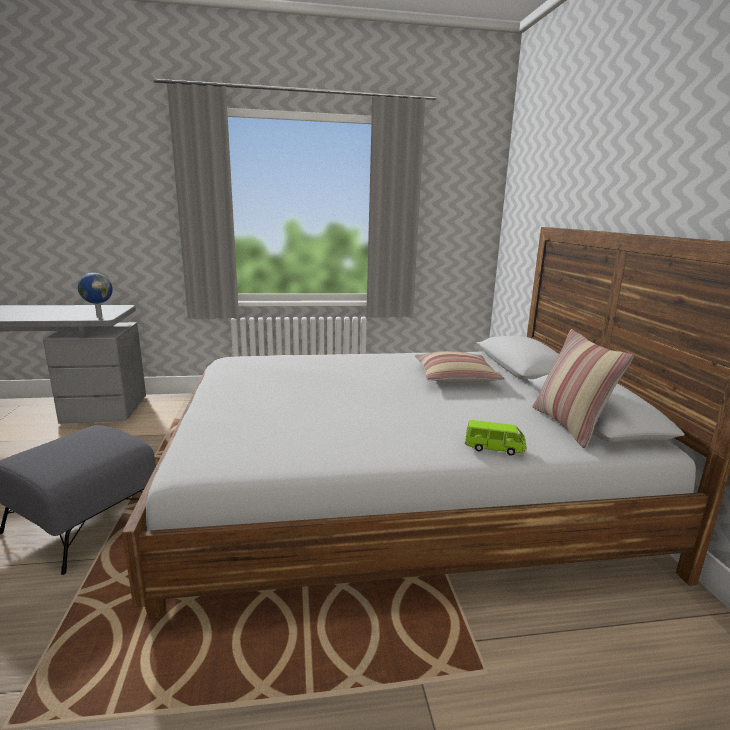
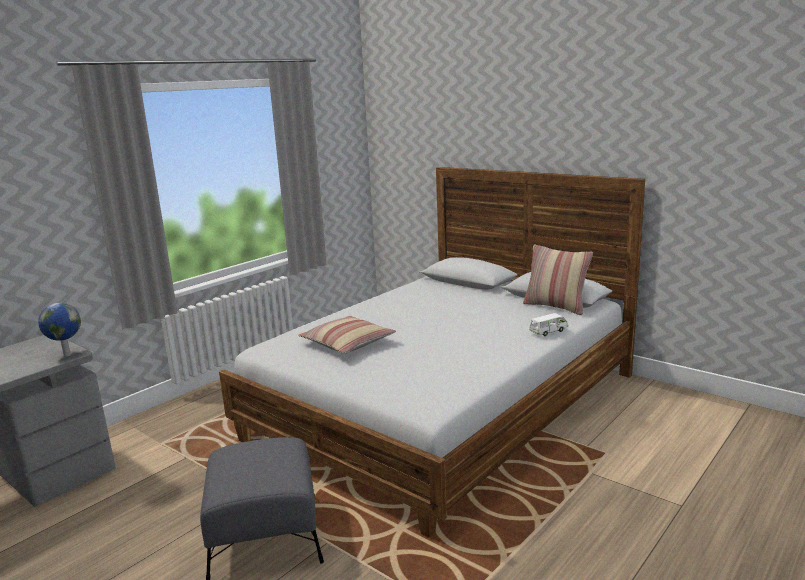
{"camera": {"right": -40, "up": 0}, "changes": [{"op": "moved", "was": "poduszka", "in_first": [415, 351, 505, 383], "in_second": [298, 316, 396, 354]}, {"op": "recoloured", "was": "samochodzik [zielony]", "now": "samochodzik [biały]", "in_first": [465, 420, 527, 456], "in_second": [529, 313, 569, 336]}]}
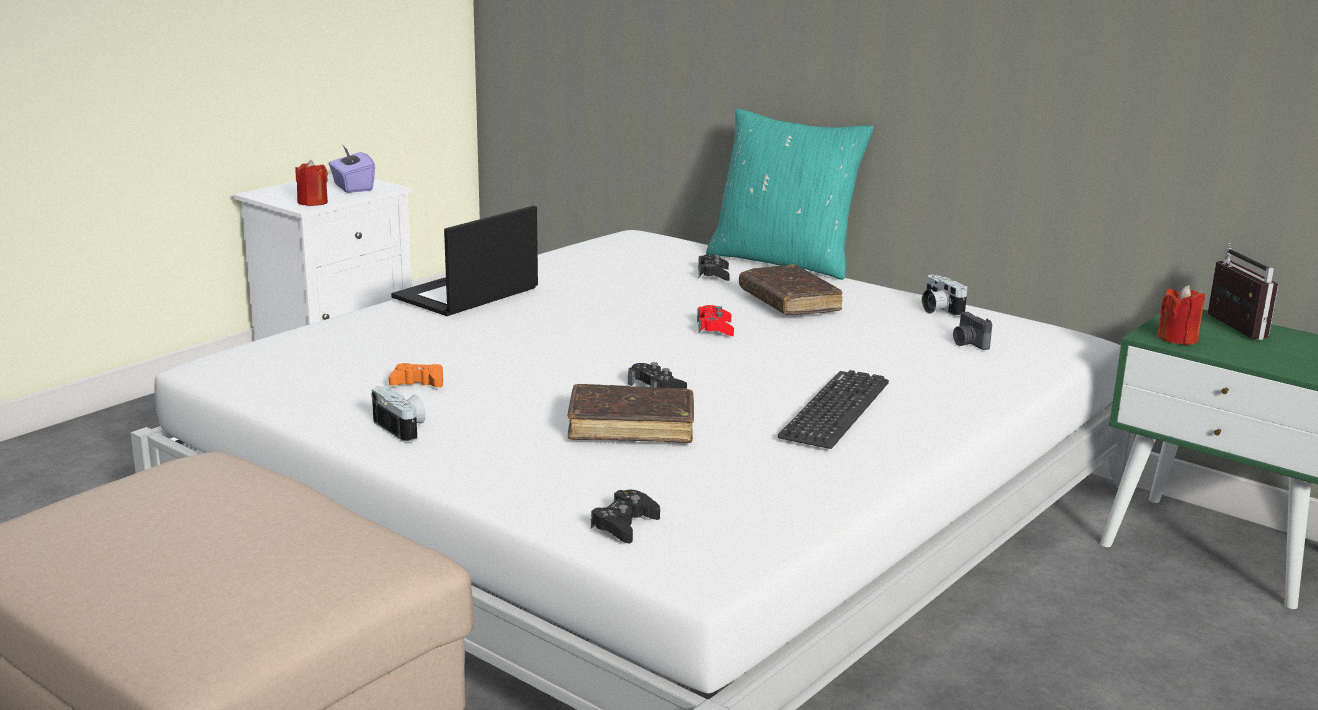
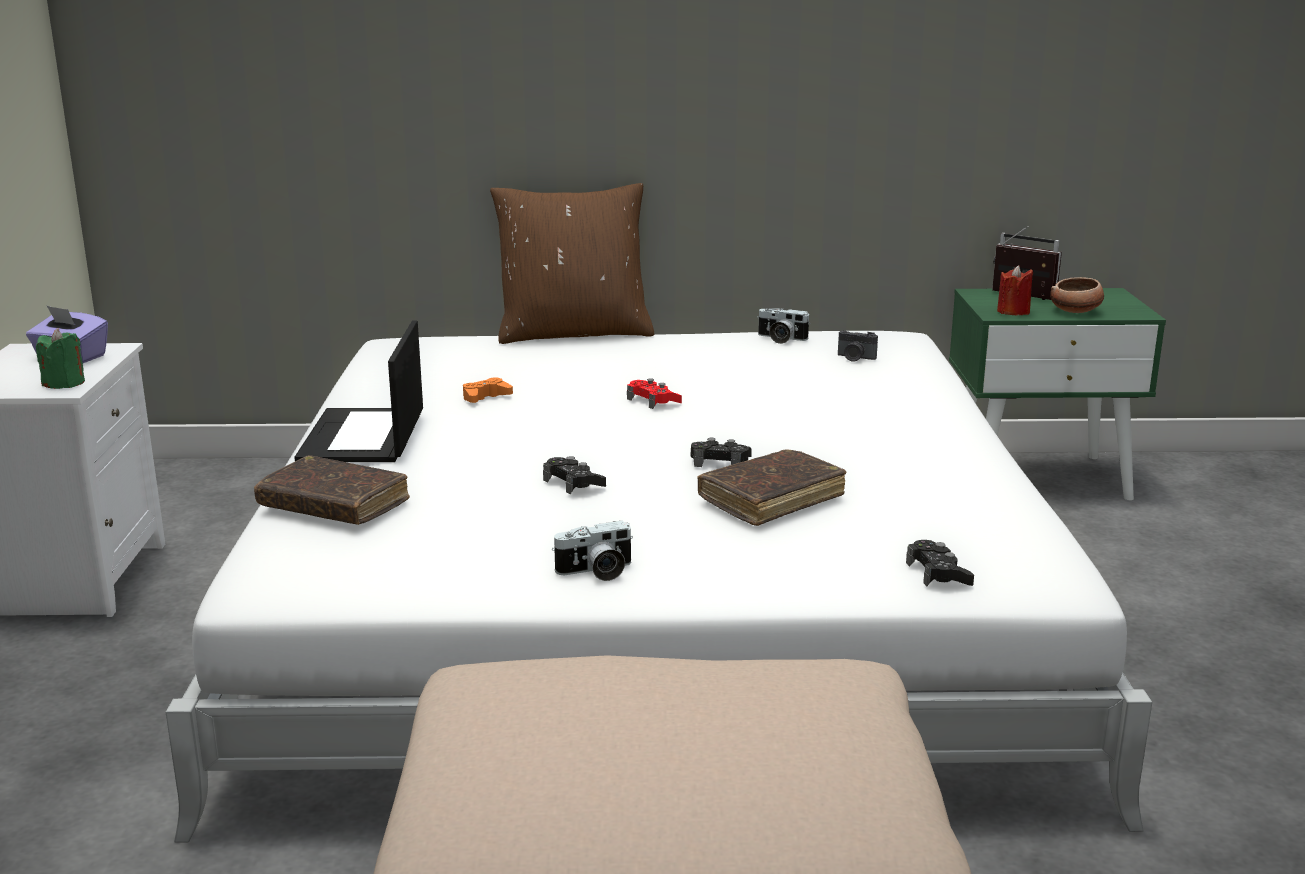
{"camera": {"right": -40, "up": 0}, "changes": [{"op": "recoloured", "was": "poduszka [turkusowy]", "now": "poduszka [brązowy]", "in_first": [706, 109, 874, 280], "in_second": [490, 183, 654, 344]}, {"op": "recoloured", "was": "świeca [czerwony]", "now": "świeca [zielony]", "in_first": [295, 160, 328, 206], "in_second": [36, 328, 85, 389]}, {"op": "moved", "was": "pad do gier [czarny]", "in_first": [698, 254, 730, 281], "in_second": [543, 456, 606, 495]}, {"op": "moved", "was": "książka [brązowy]", "in_first": [739, 264, 842, 315], "in_second": [254, 455, 410, 525]}, {"op": "moved", "was": "pad do gier [pomarańczowy]", "in_first": [389, 363, 443, 387], "in_second": [463, 377, 513, 403]}, {"op": "removed", "was": "klawiatura", "in_first": [778, 370, 889, 449]}, {"op": "turned", "was": "aparat fotograficzny", "in_first": [371, 385, 426, 443], "in_second": [552, 521, 633, 581], "clockwise": 150}, {"op": "added", "now": "miska", "in_second": [1050, 277, 1104, 313]}]}
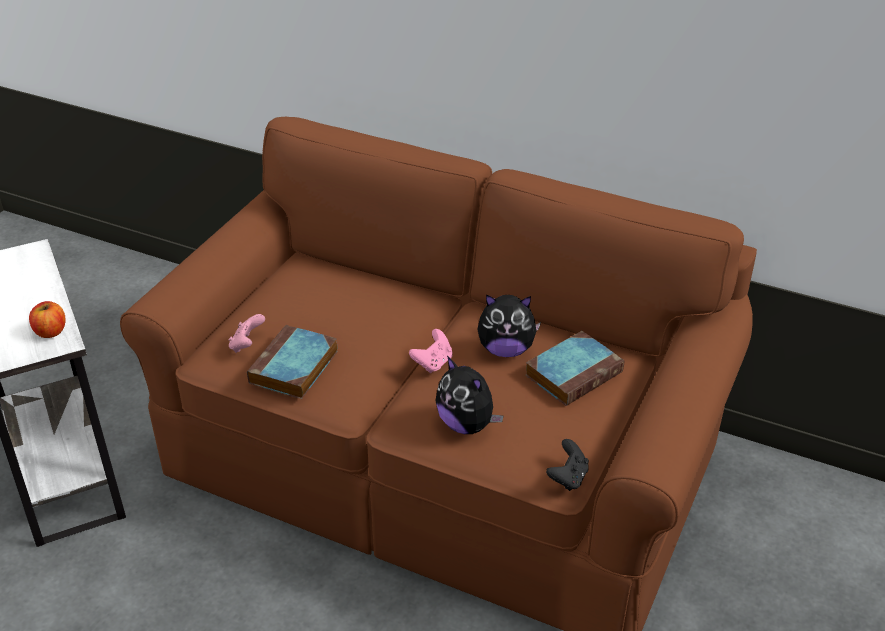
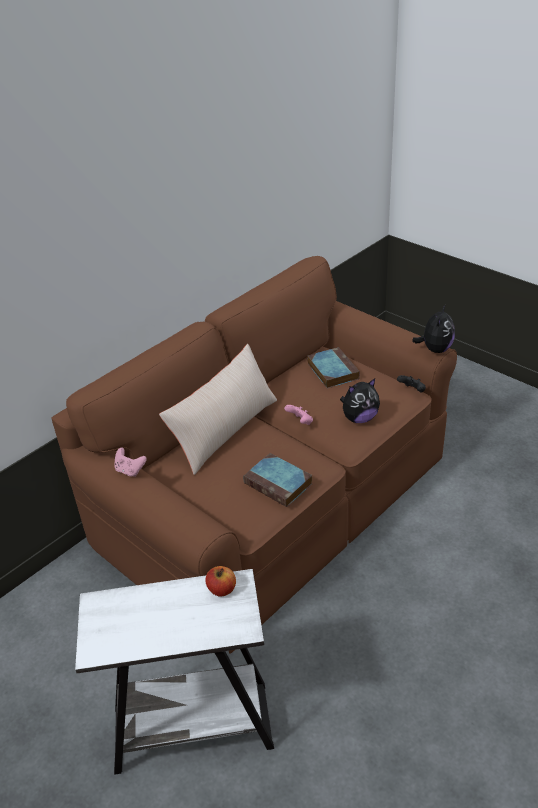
{"camera": {"right": -70, "up": 0}, "changes": [{"op": "moved", "was": "pluszak", "in_first": [477, 294, 541, 357], "in_second": [412, 304, 455, 353]}, {"op": "moved", "was": "pad do gier [różowy]", "in_first": [228, 314, 265, 353], "in_second": [114, 447, 147, 477]}, {"op": "added", "now": "poduszka [beżowy]", "in_second": [159, 344, 277, 475]}]}
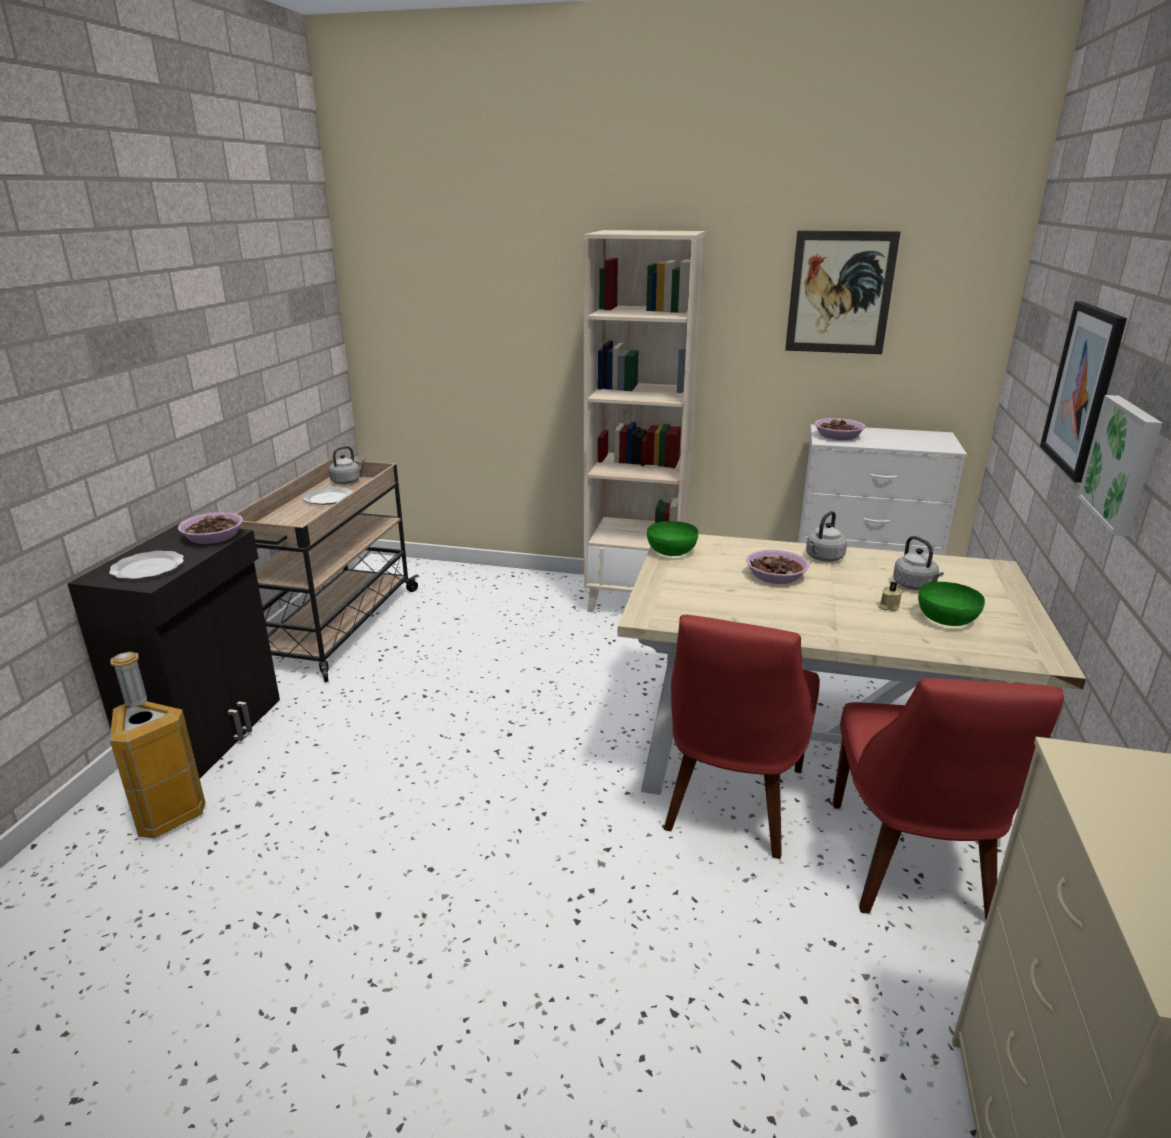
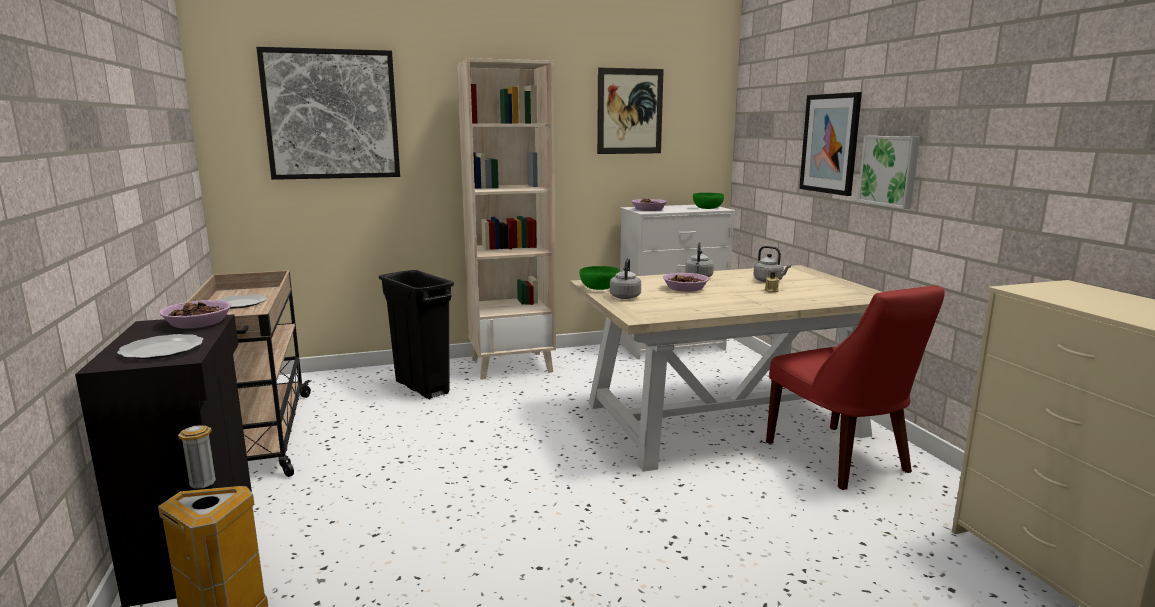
{"camera": {"right": -30, "up": -10}, "changes": [{"op": "moved", "was": "czajnik [szary]", "in_first": [329, 446, 365, 484], "in_second": [610, 258, 641, 299]}, {"op": "moved", "was": "miska [zielony]", "in_first": [918, 582, 985, 626], "in_second": [693, 193, 724, 209]}, {"op": "removed", "was": "krzesło [czerwony]", "in_first": [664, 615, 820, 859]}, {"op": "added", "now": "obraz", "in_second": [256, 47, 400, 180]}, {"op": "added", "now": "kosz na śmieci [czarny]", "in_second": [379, 270, 454, 399]}]}
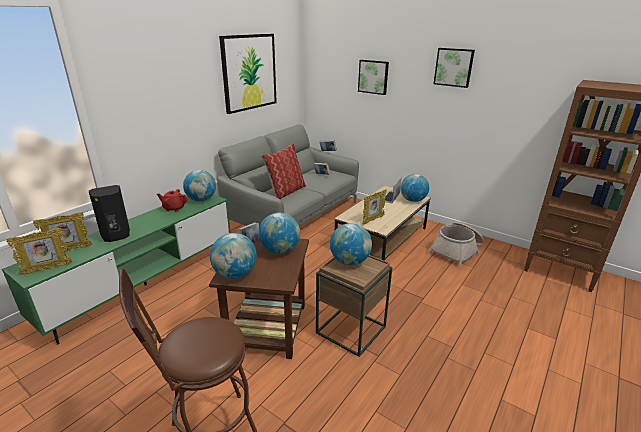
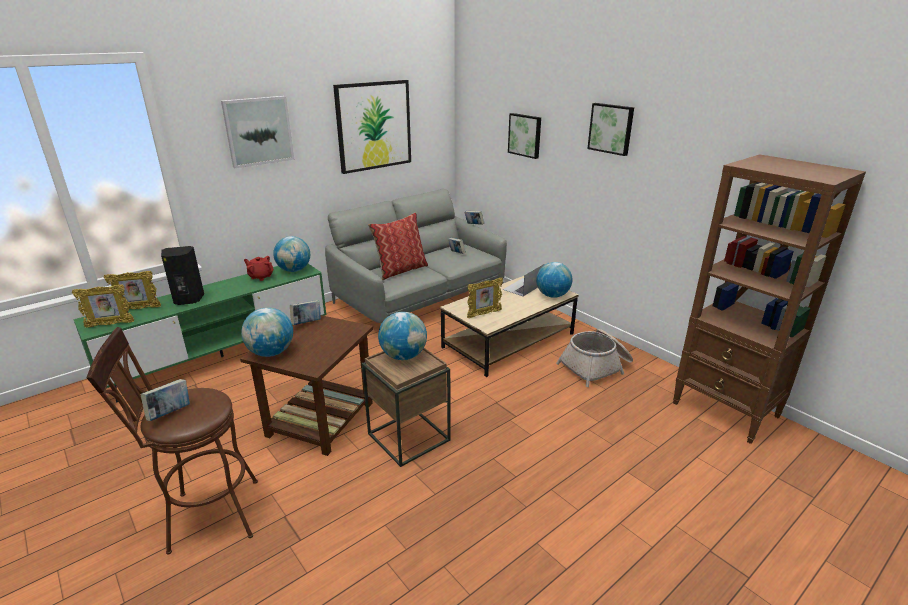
{"camera": {"right": 15, "up": 0}, "changes": [{"op": "removed", "was": "globus", "in_first": [259, 213, 300, 254]}, {"op": "added", "now": "obraz", "in_second": [221, 96, 294, 168]}, {"op": "added", "now": "książka", "in_second": [141, 379, 190, 421]}]}
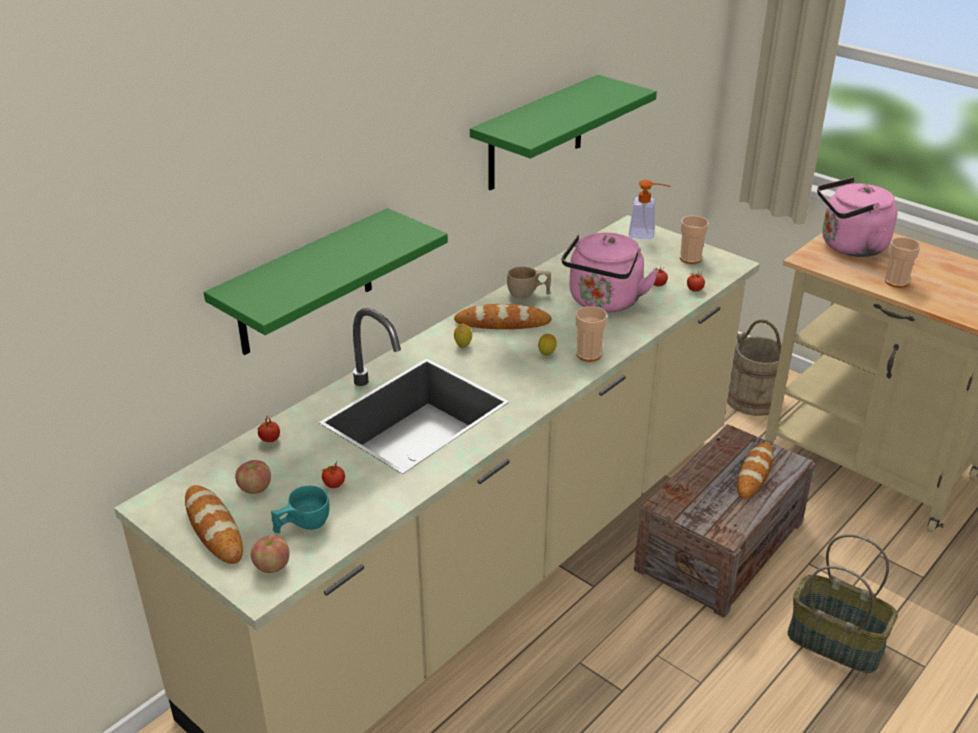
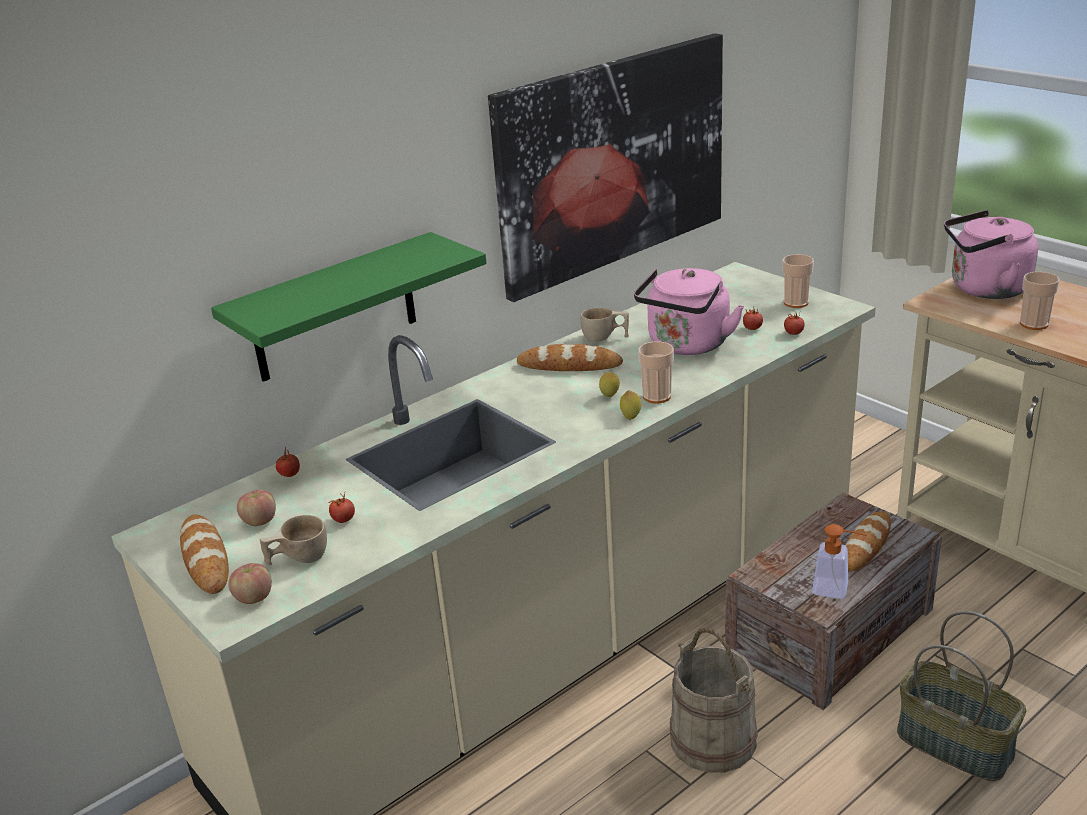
{"camera": {"right": 10, "up": -5}, "changes": [{"op": "replaced", "was": "półka [zielony]", "now": "obraz", "in_first": [470, 75, 657, 190], "in_second": [488, 33, 723, 302]}, {"op": "moved", "was": "dozownik mydła", "in_first": [628, 180, 670, 240], "in_second": [812, 524, 867, 599]}, {"op": "moved", "was": "wiadro [beżowy]", "in_first": [727, 320, 782, 416], "in_second": [670, 628, 758, 773]}, {"op": "moved", "was": "cytryna", "in_first": [454, 323, 472, 348], "in_second": [620, 390, 641, 420]}, {"op": "recoloured", "was": "filiżanka [turkusowy]", "now": "filiżanka [beżowy]", "in_first": [271, 486, 329, 533], "in_second": [260, 515, 327, 565]}]}
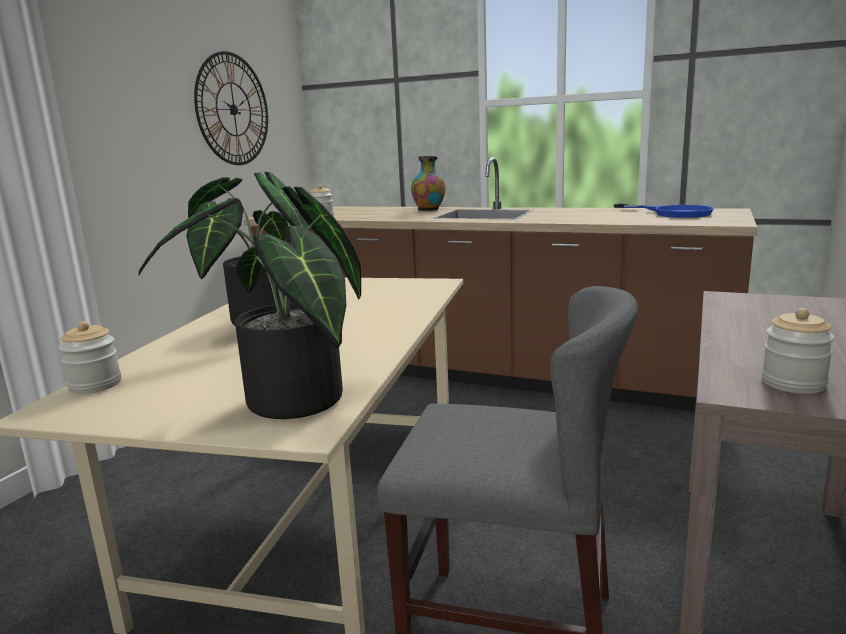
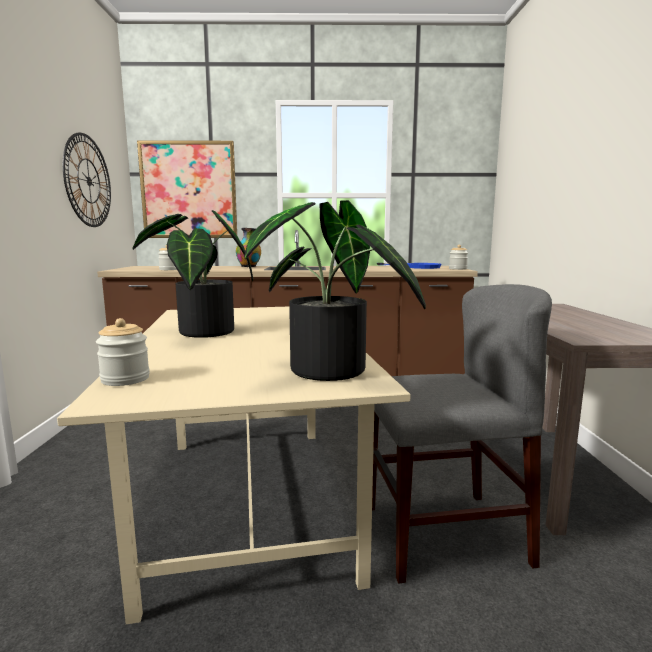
{"camera": {"right": -25, "up": -5}, "changes": [{"op": "moved", "was": "słoik", "in_first": [762, 308, 835, 394], "in_second": [449, 245, 468, 270]}, {"op": "added", "now": "obraz", "in_second": [137, 140, 237, 238]}]}
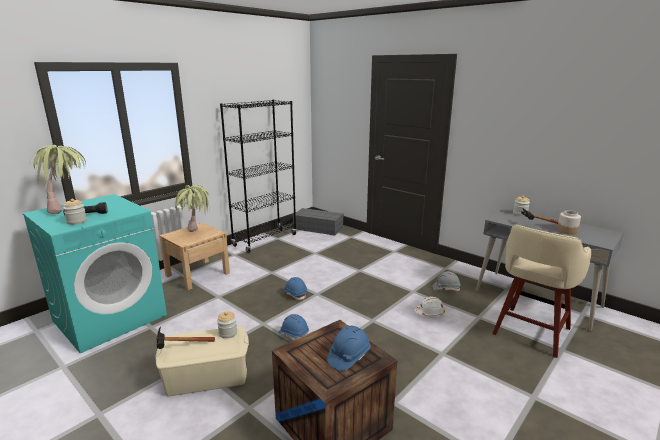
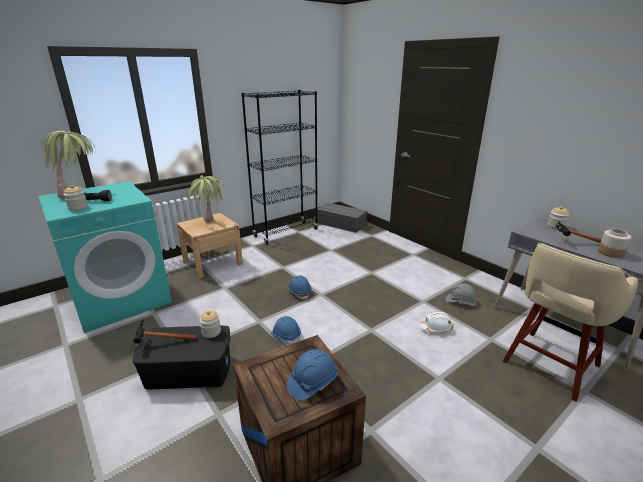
{"camera": {"right": 10, "up": 5}, "changes": [{"op": "recoloured", "was": "pojemnik do przechowywania [beżowy]", "now": "pojemnik do przechowywania [czarny]", "in_first": [155, 326, 249, 396], "in_second": [132, 326, 231, 389]}]}
